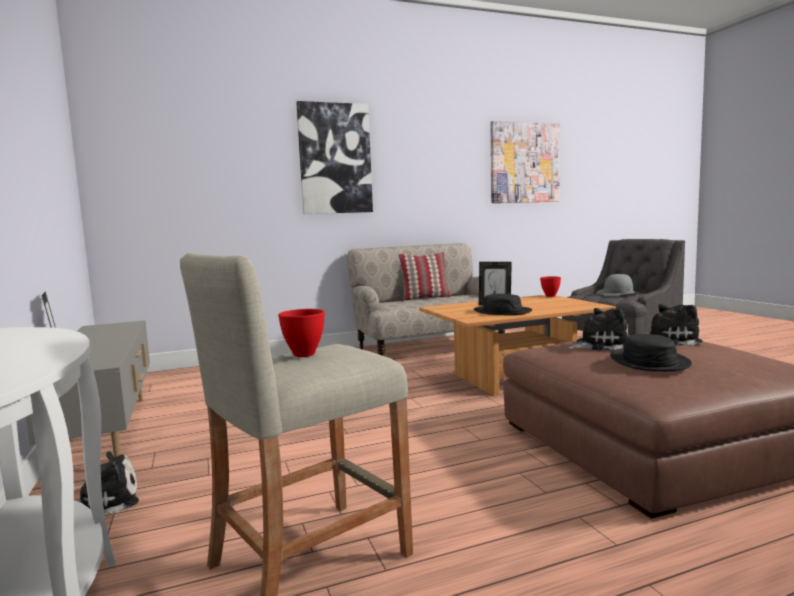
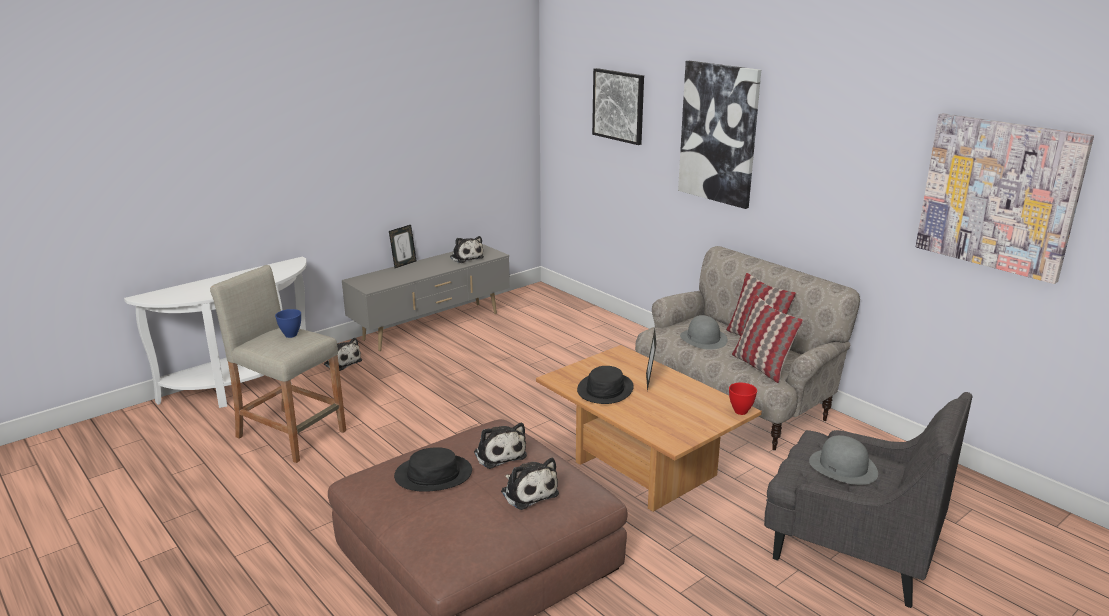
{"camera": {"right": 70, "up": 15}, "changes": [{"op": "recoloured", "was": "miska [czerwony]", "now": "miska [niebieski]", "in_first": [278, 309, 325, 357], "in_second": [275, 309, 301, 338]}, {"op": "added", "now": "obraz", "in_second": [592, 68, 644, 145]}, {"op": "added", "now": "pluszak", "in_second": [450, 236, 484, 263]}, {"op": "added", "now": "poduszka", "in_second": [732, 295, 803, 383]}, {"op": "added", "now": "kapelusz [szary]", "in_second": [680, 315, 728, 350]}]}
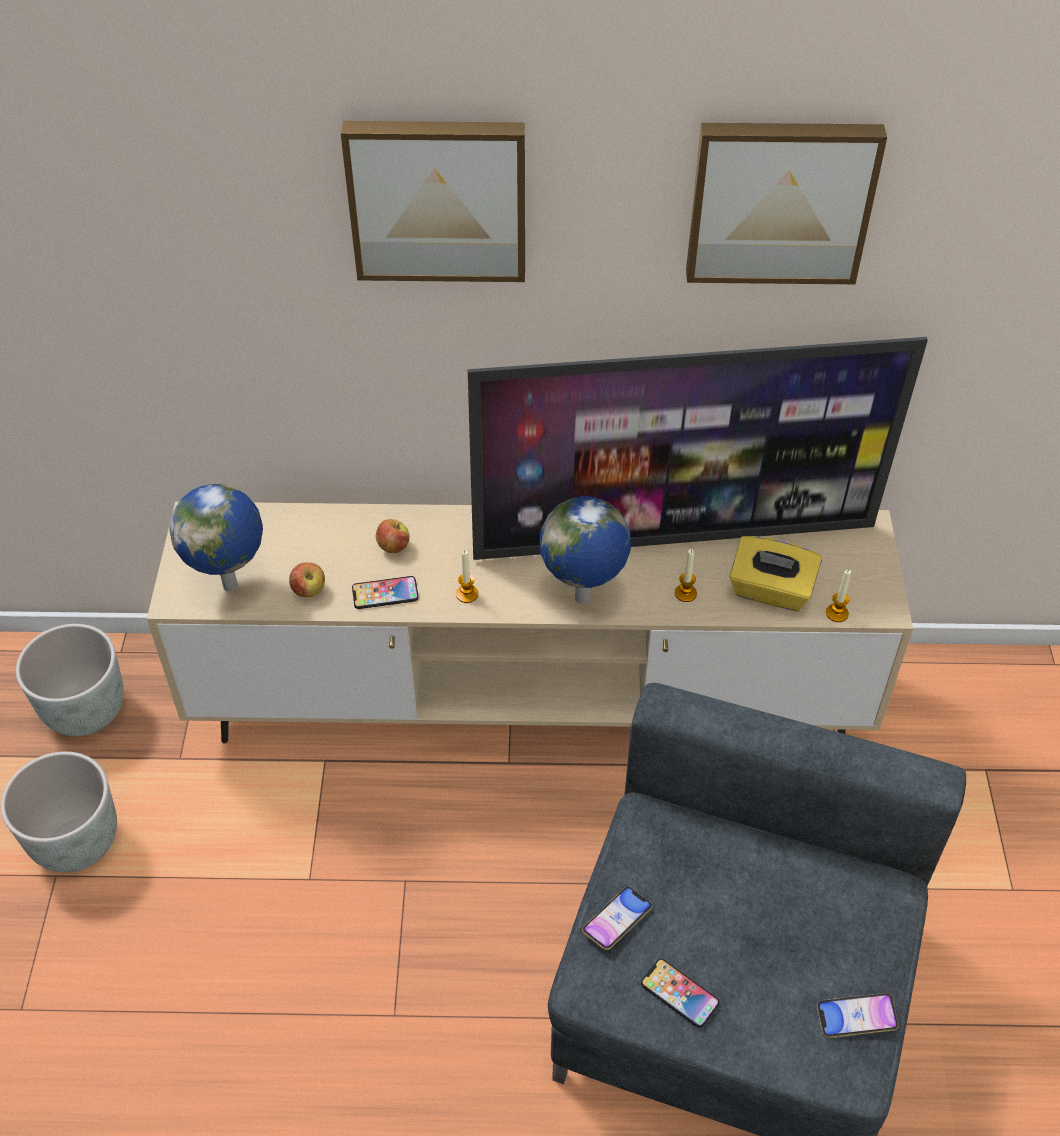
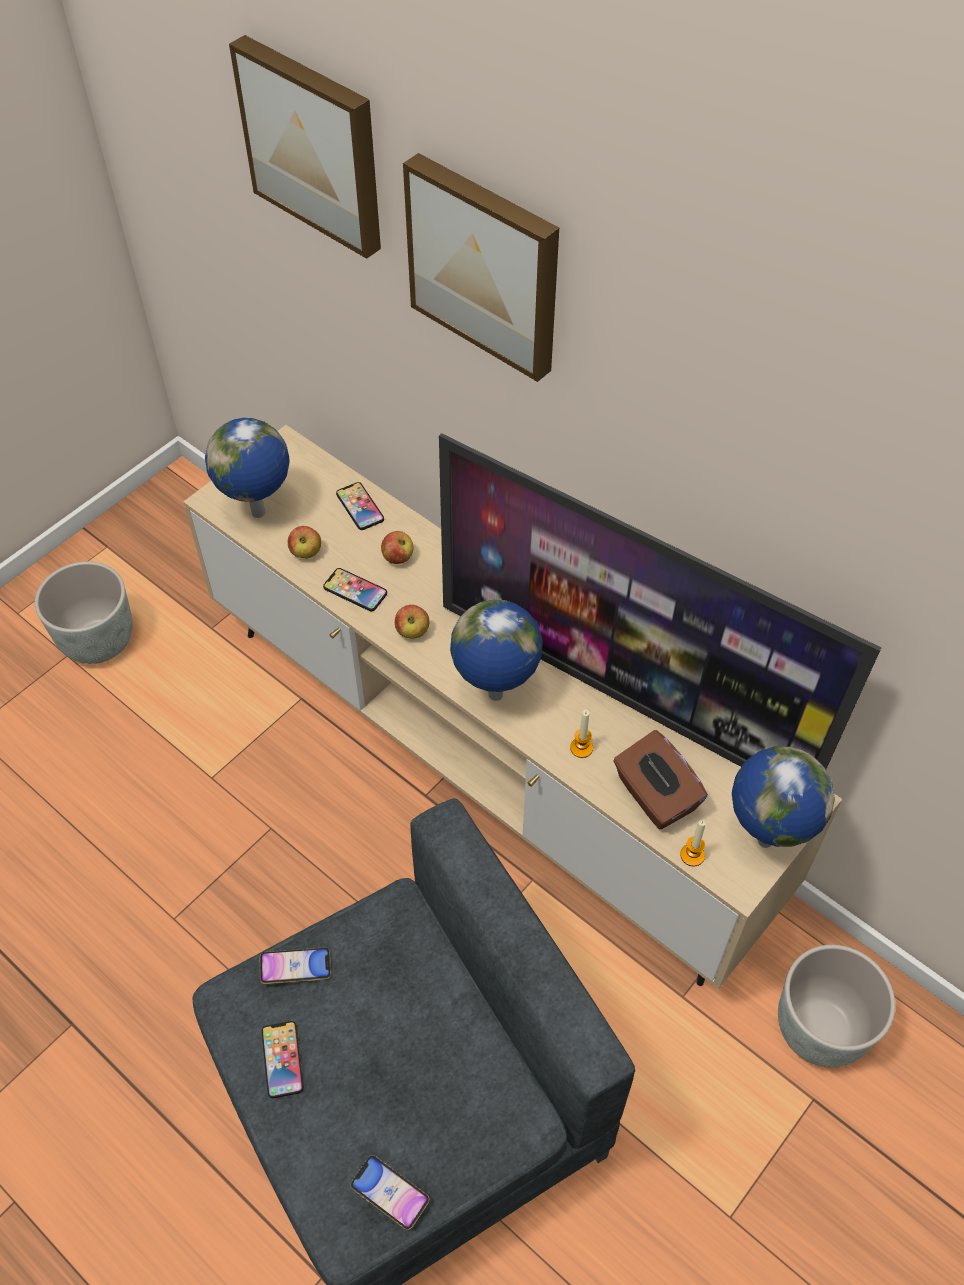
{"camera": {"right": 40, "up": 5}, "changes": [{"op": "moved", "was": "obraz", "in_first": [686, 123, 887, 284], "in_second": [229, 35, 381, 259]}, {"op": "recoloured", "was": "pudełko chusteczek [żółty]", "now": "pudełko chusteczek [brązowy]", "in_first": [730, 536, 822, 611], "in_second": [613, 730, 708, 829]}, {"op": "replaced", "was": "świeca", "now": "jabłko", "in_first": [456, 550, 478, 603], "in_second": [395, 605, 429, 639]}, {"op": "moved", "was": "donica [szary]", "in_first": [16, 624, 124, 736], "in_second": [778, 945, 895, 1067]}, {"op": "added", "now": "telefon", "in_second": [336, 482, 384, 530]}, {"op": "added", "now": "globus", "in_second": [732, 747, 835, 848]}]}
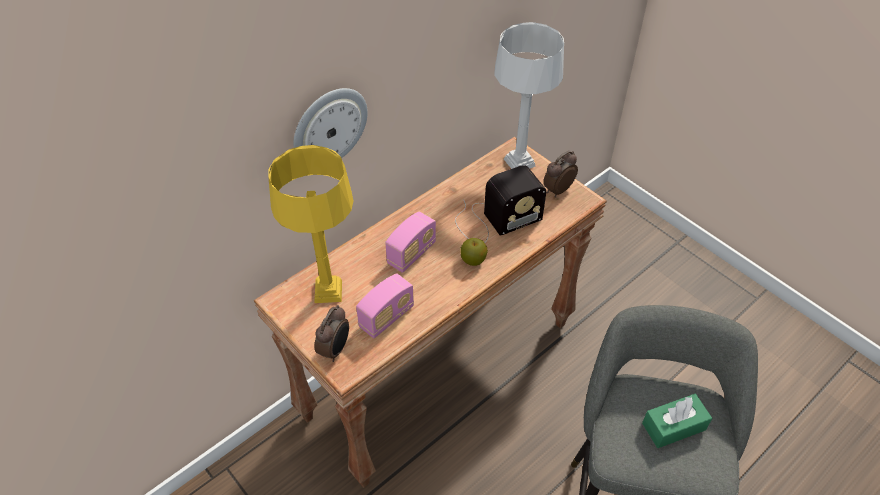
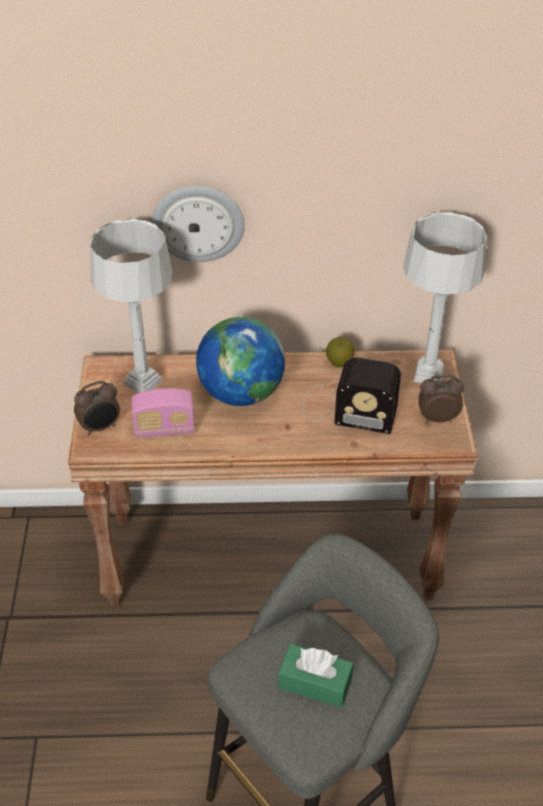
{"camera": {"right": 40, "up": -5}, "changes": [{"op": "recoloured", "was": "lampa stołowa [żółty]", "now": "lampa stołowa [szary]", "in_first": [269, 145, 353, 303], "in_second": [90, 219, 173, 393]}, {"op": "replaced", "was": "radio", "now": "globus", "in_first": [385, 211, 436, 273], "in_second": [196, 317, 285, 406]}, {"op": "moved", "was": "jabłko", "in_first": [460, 238, 488, 266], "in_second": [326, 337, 355, 367]}]}
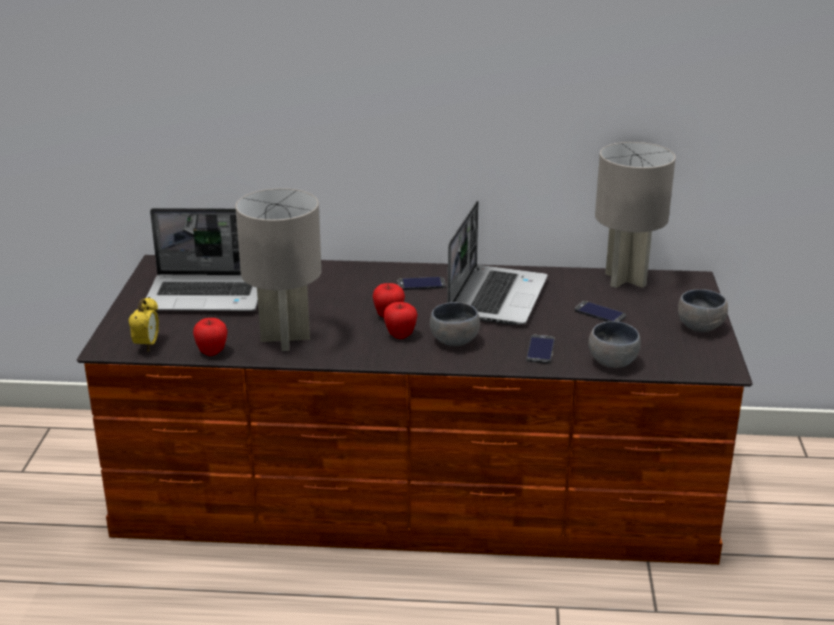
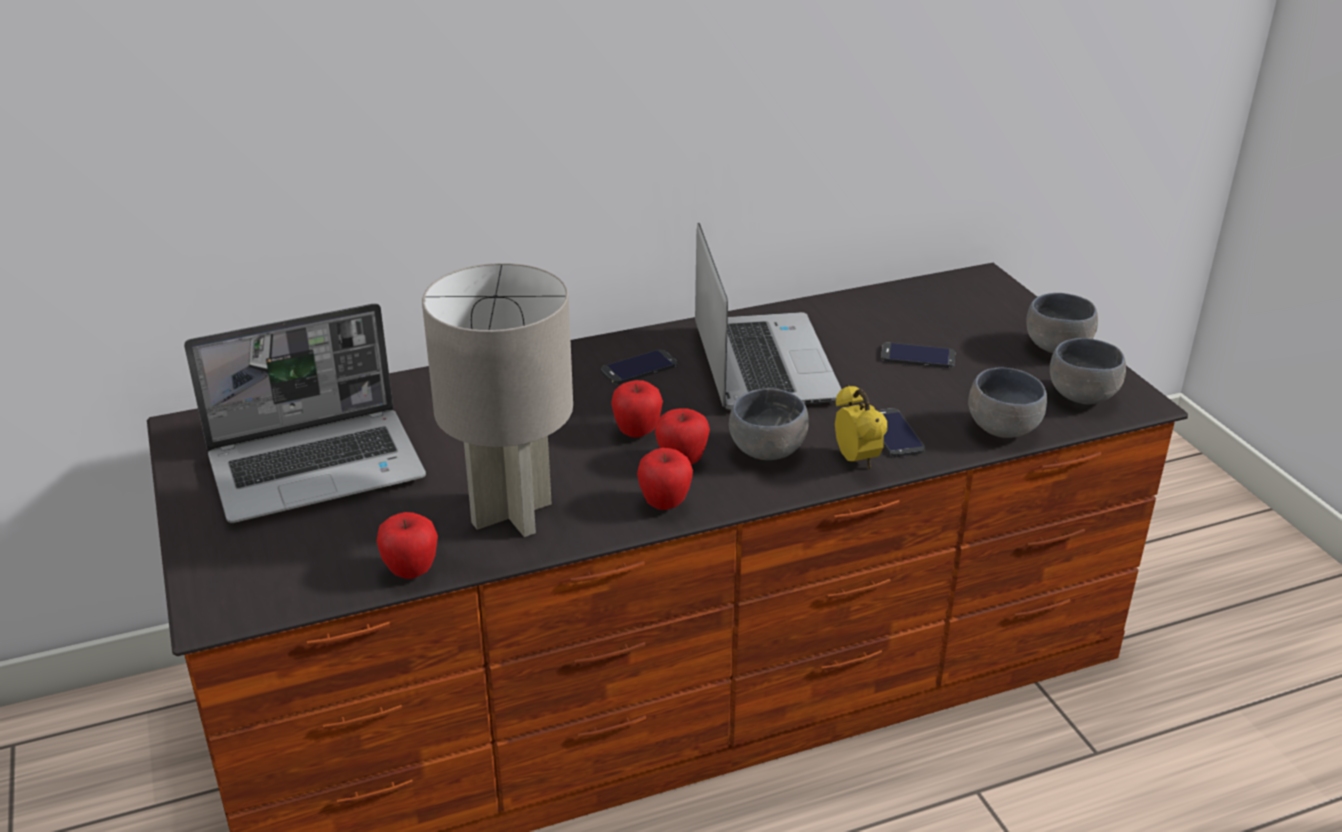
{"camera": {"right": -25, "up": 5}, "changes": [{"op": "removed", "was": "lampa stołowa [szary]", "in_first": [595, 142, 676, 288]}, {"op": "moved", "was": "budzik", "in_first": [129, 297, 159, 351], "in_second": [835, 385, 887, 469]}, {"op": "added", "now": "miska [szary]", "in_second": [1050, 338, 1126, 404]}, {"op": "added", "now": "jabłko", "in_second": [637, 448, 693, 510]}]}
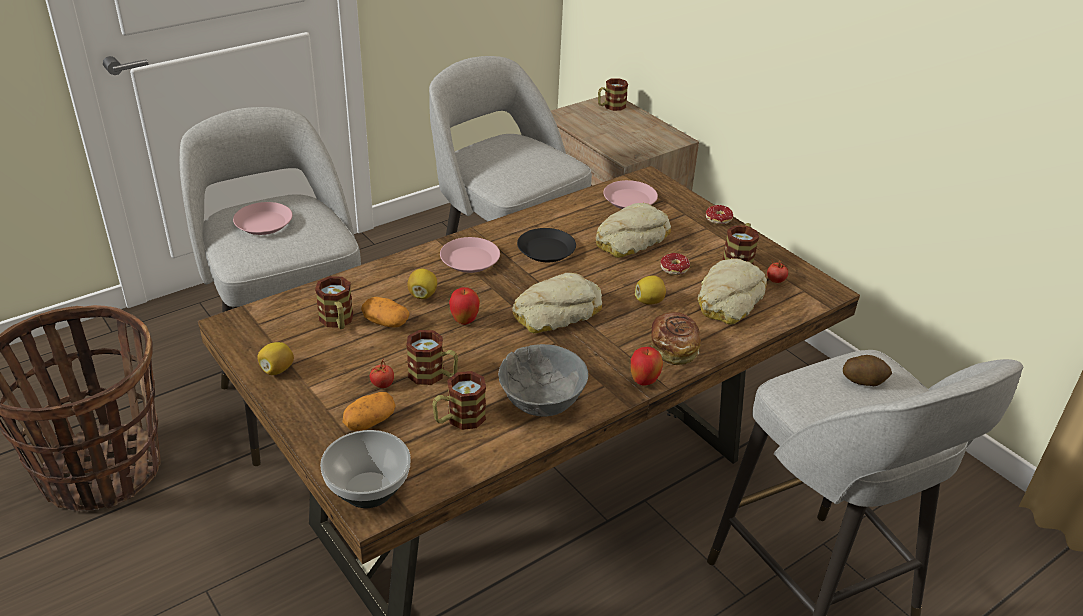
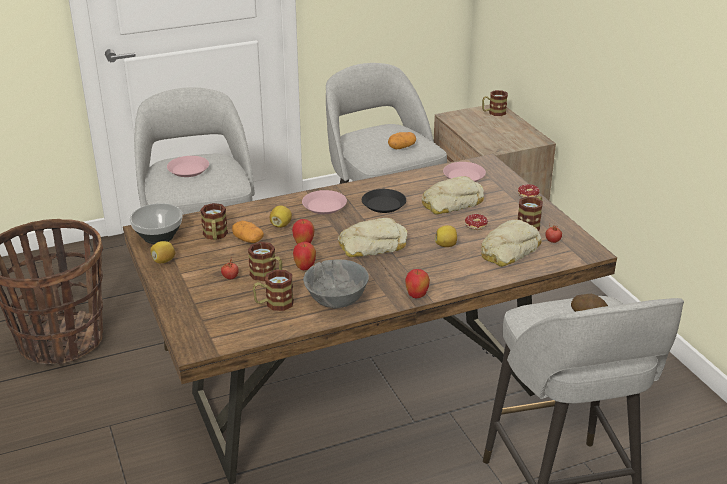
{"camera": {"right": 15, "up": -5}, "changes": [{"op": "removed", "was": "chleb", "in_first": [651, 312, 701, 365]}, {"op": "moved", "was": "ziemniak", "in_first": [343, 392, 396, 431], "in_second": [388, 132, 416, 149]}, {"op": "moved", "was": "miska", "in_first": [320, 430, 411, 508], "in_second": [130, 203, 182, 244]}, {"op": "added", "now": "jabłko", "in_second": [293, 242, 316, 270]}]}
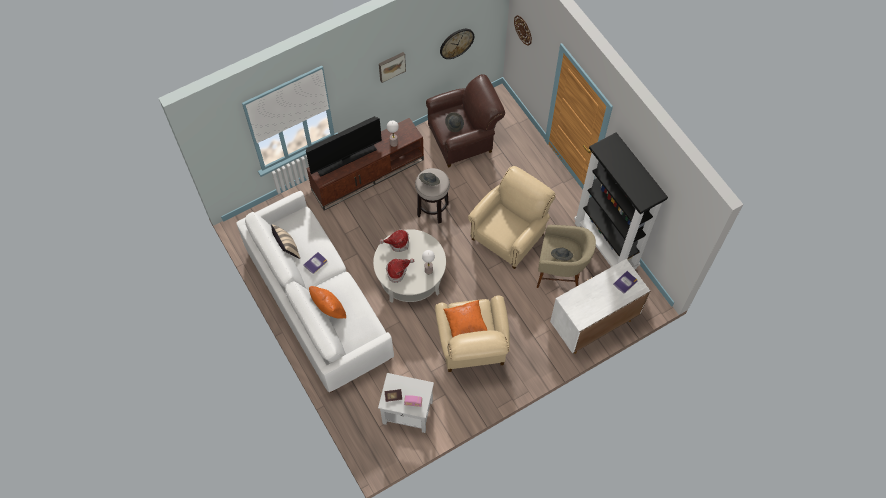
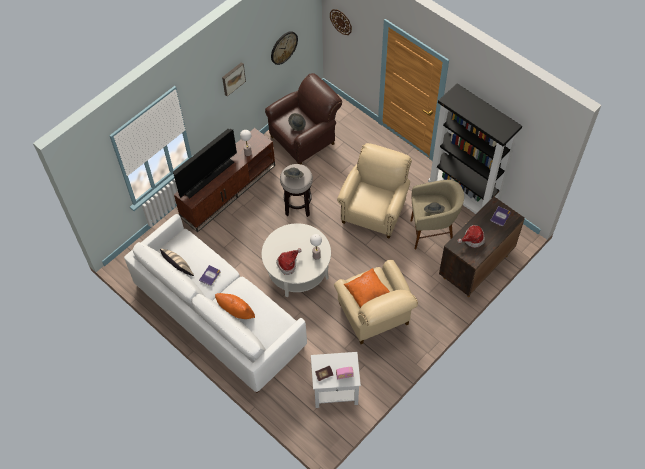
{"camera": {"right": -15, "up": -5}, "changes": [{"op": "moved", "was": "kapelusz", "in_first": [379, 230, 409, 252], "in_second": [458, 225, 485, 248]}, {"op": "recoloured", "was": "szafka [biały]", "now": "szafka [brązowy]", "in_first": [550, 259, 651, 354], "in_second": [439, 197, 525, 297]}]}
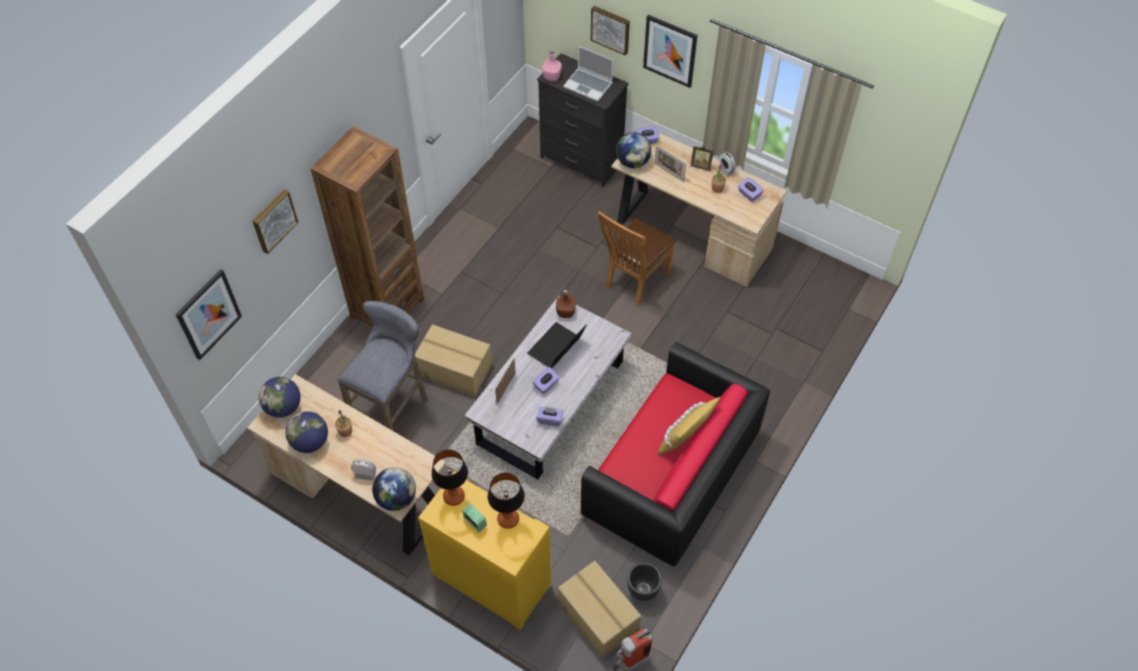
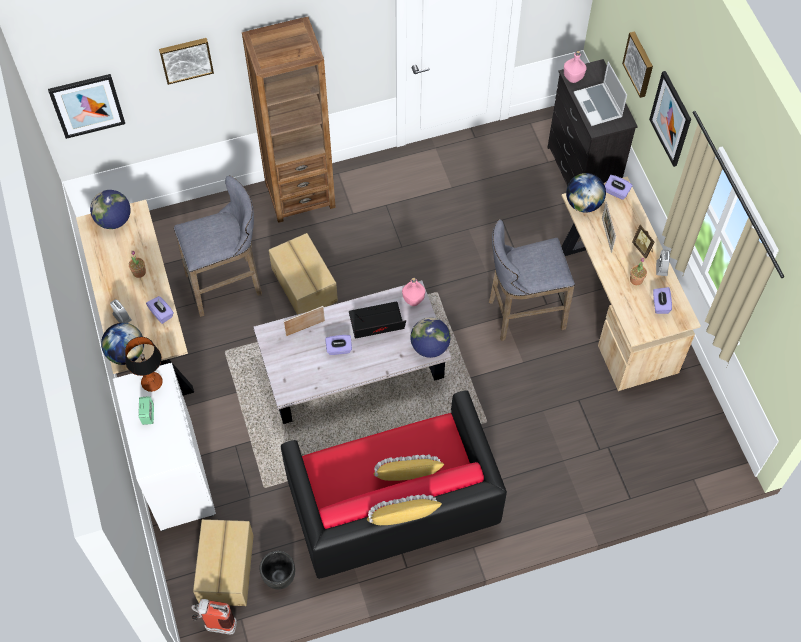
{"camera": {"right": 40, "up": 5}, "changes": [{"op": "replaced", "was": "krzesło [brązowy]", "now": "stołek [szary]", "in_first": [598, 211, 676, 305], "in_second": [489, 219, 575, 341]}, {"op": "recoloured", "was": "butelka [brązowy]", "now": "butelka [różowy]", "in_first": [556, 290, 576, 318], "in_second": [402, 278, 425, 306]}, {"op": "moved", "was": "pudełko chusteczek [fioletowy]", "in_first": [536, 407, 563, 426], "in_second": [146, 296, 174, 324]}, {"op": "moved", "was": "globus", "in_first": [285, 411, 328, 453], "in_second": [410, 318, 450, 358]}, {"op": "recoloured", "was": "szafka [żółty]", "now": "szafka [biały]", "in_first": [418, 471, 551, 630], "in_second": [113, 363, 216, 531]}, {"op": "removed", "was": "lampa stołowa", "in_first": [488, 473, 525, 529]}, {"op": "added", "now": "poduszka [żółty]", "in_second": [367, 494, 442, 525]}]}
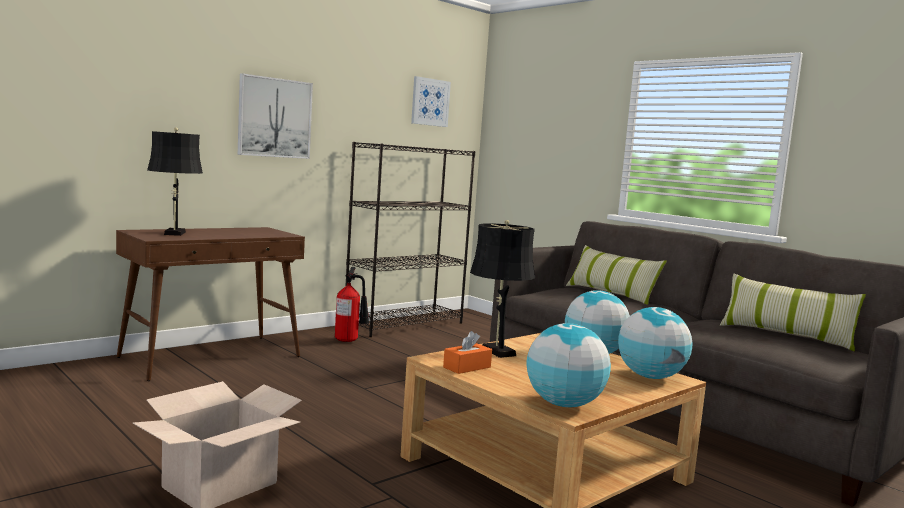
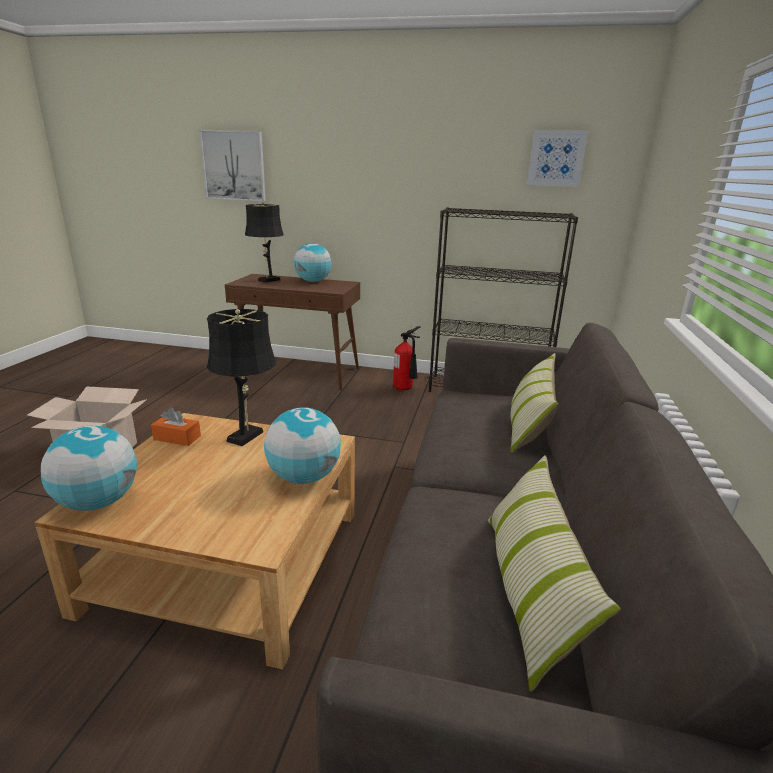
{"camera": {"right": 55, "up": 15}, "changes": [{"op": "moved", "was": "obraz", "in_first": [238, 73, 313, 159], "in_second": [199, 130, 266, 201]}, {"op": "moved", "was": "globus", "in_first": [618, 307, 692, 379], "in_second": [294, 243, 332, 282]}]}
